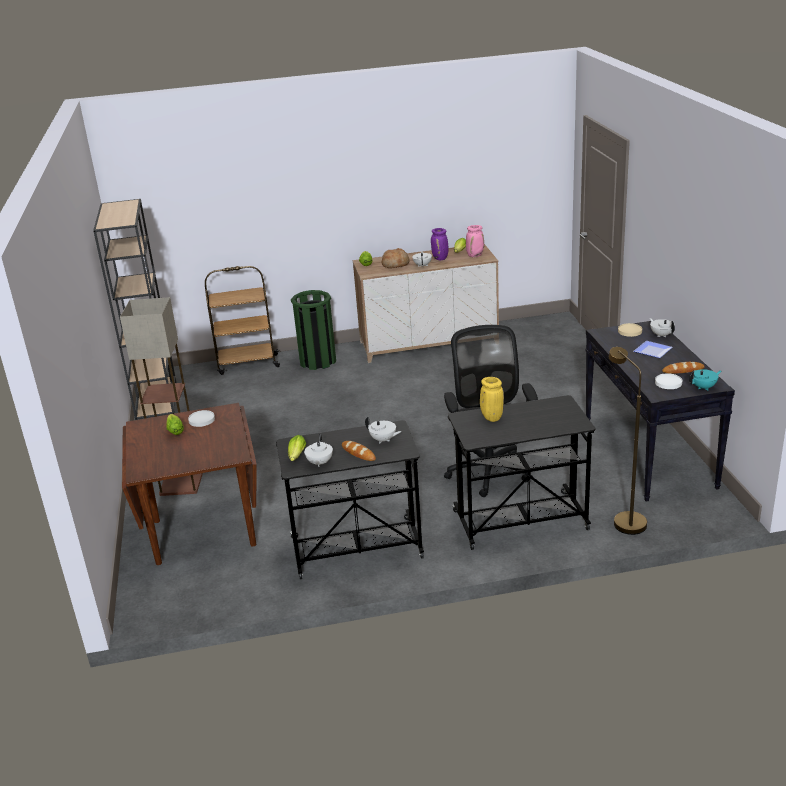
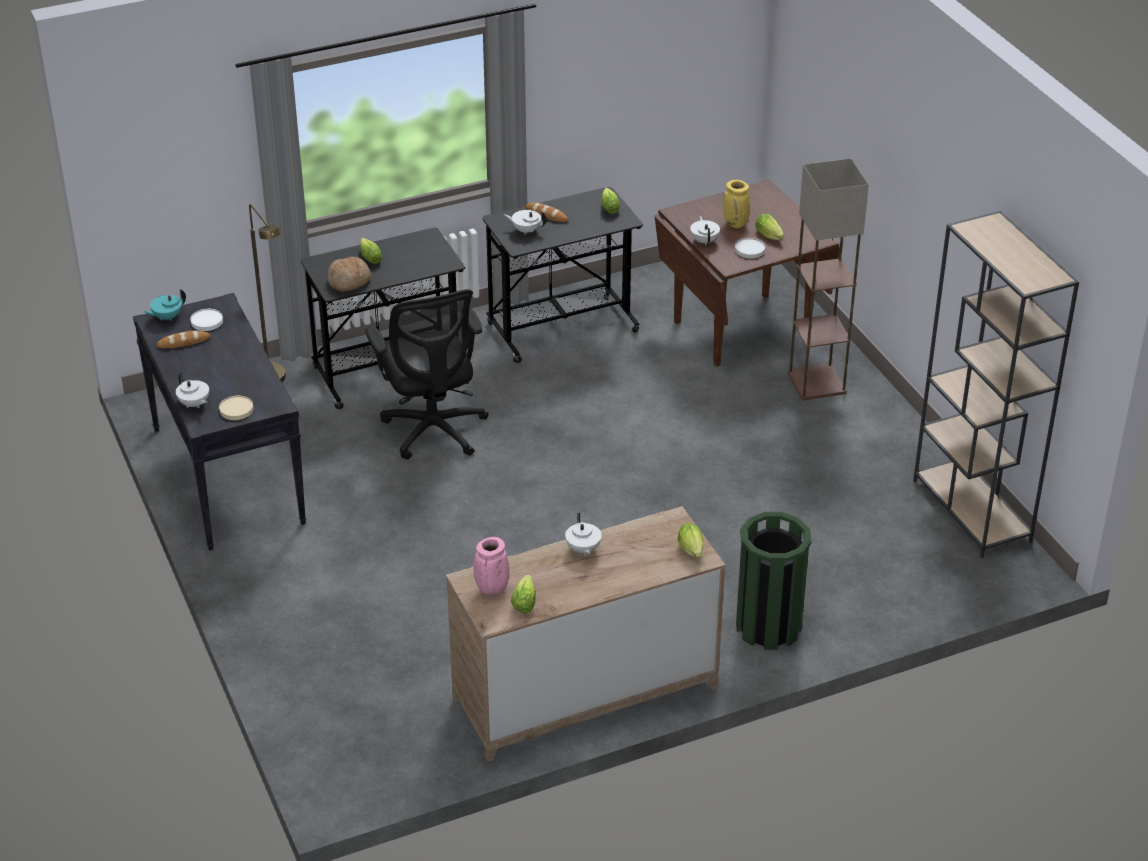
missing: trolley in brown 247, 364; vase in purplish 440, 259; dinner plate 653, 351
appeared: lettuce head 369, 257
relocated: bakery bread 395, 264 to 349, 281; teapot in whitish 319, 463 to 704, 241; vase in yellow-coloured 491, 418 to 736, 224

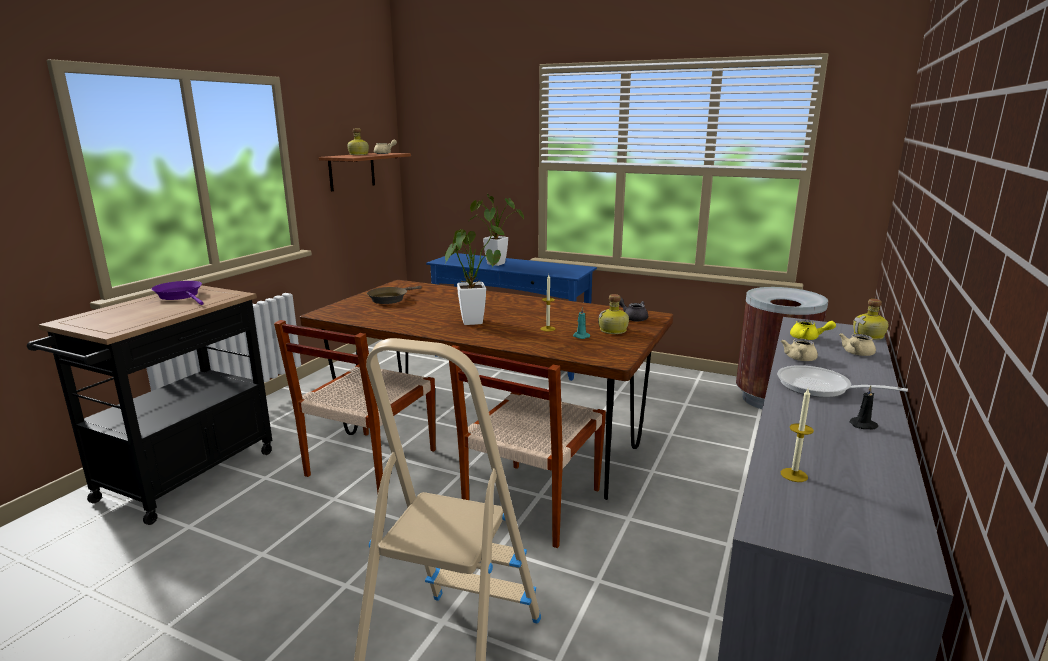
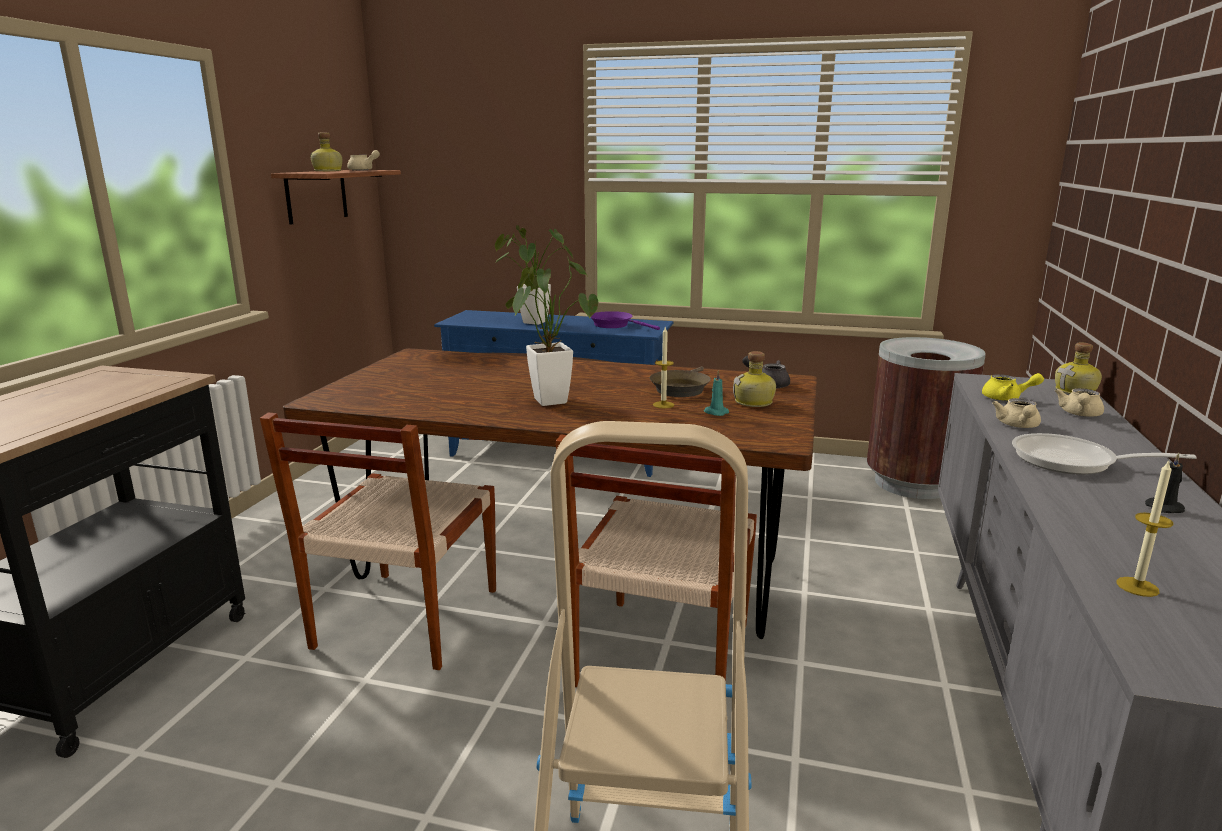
relocated: skillet in purplish 181, 296 to 614, 325; skillet in brown 390, 299 to 681, 389

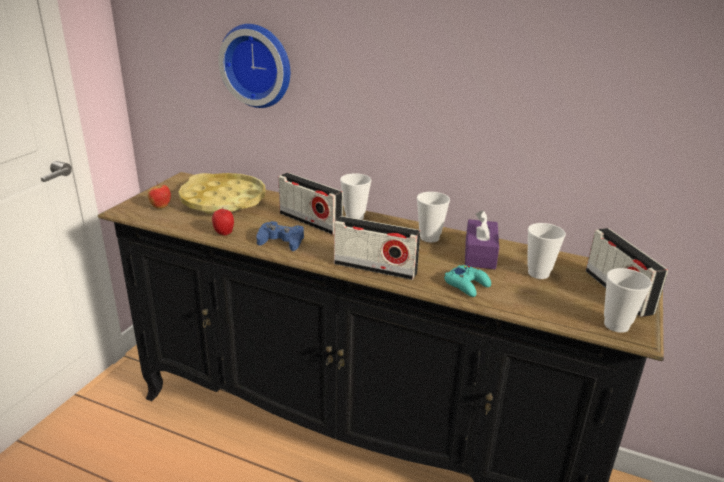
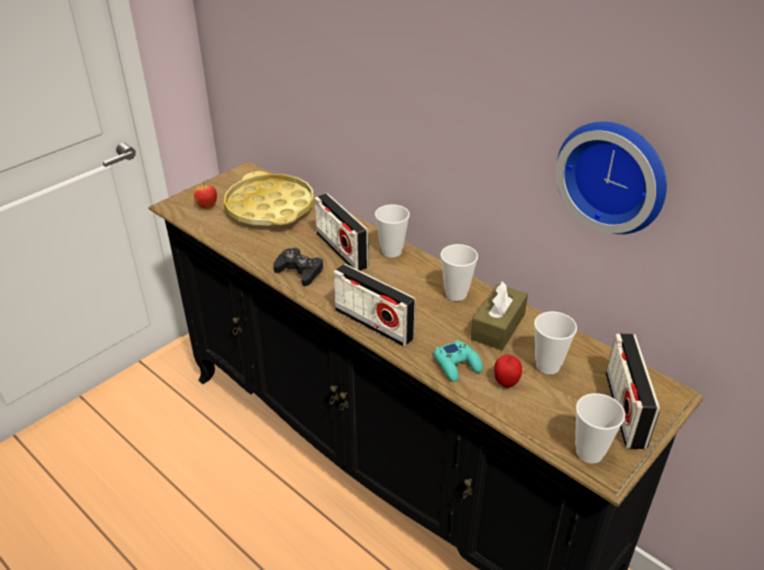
relocated: apple 224, 233 to 506, 383; hanging clock 258, 65 to 614, 175
colour: game controller in blue 281, 241 to game controller in blackish 299, 271; box of tissues in purplish 480, 254 to box of tissues in brown 498, 327

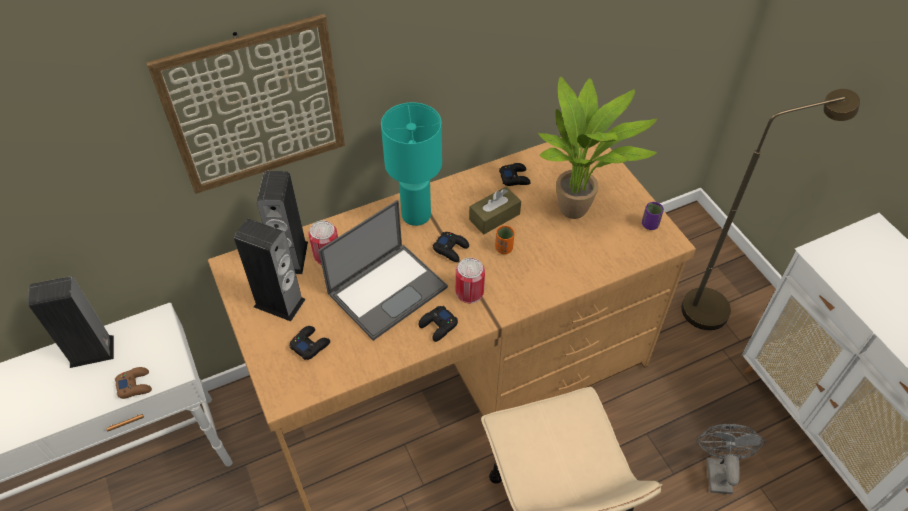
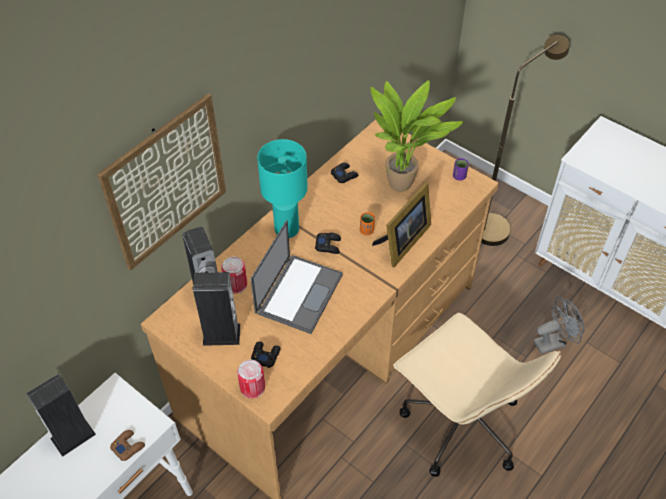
missing: game controller in blackish 438, 326; box of tissues in brown 494, 217
appeared: standing frame 403, 242
relocated: can 469, 292 to 252, 387
spun: fan in grey 717, 470 = 553, 342 90 degrees clockwise

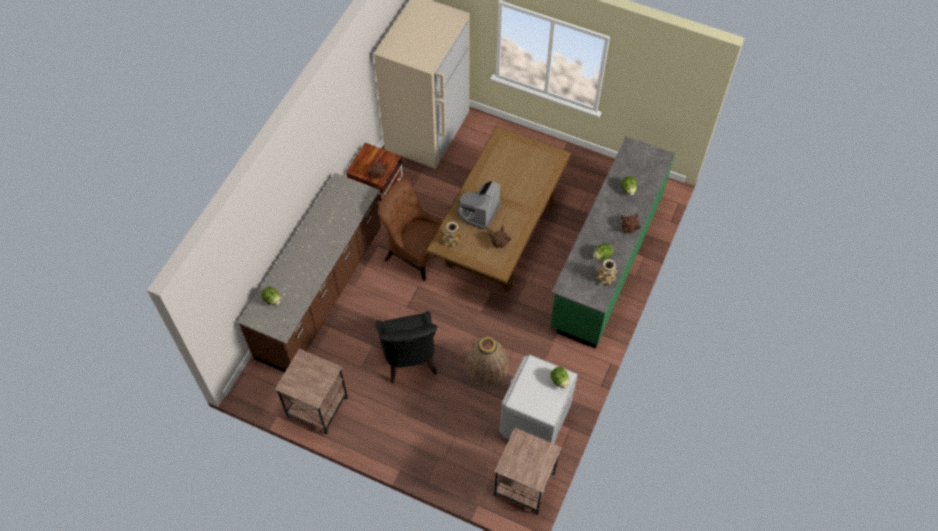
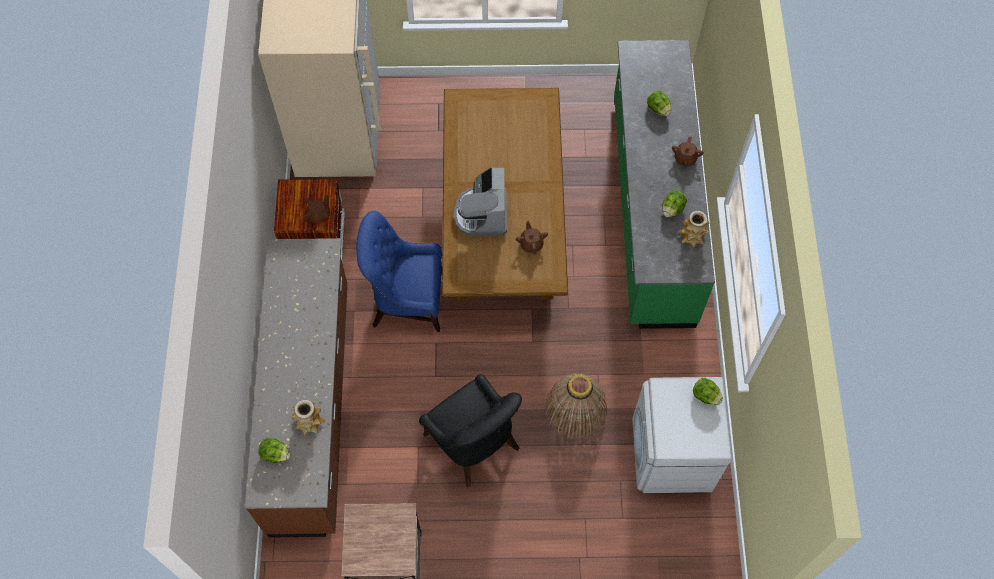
missing: trolley in brown 524, 485
relocated: vase 451, 240 to 309, 422
colour: chair in brown 414, 253 to chair in blue 407, 300

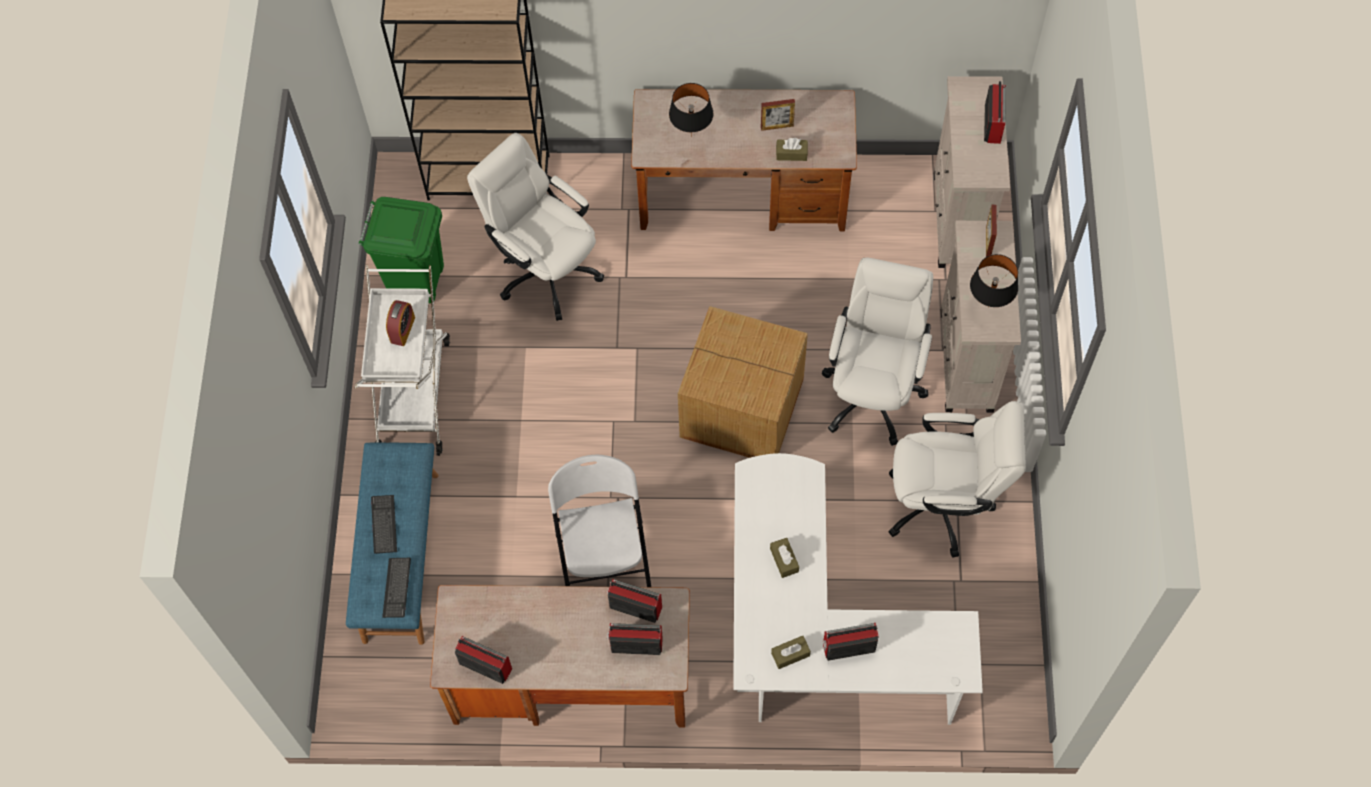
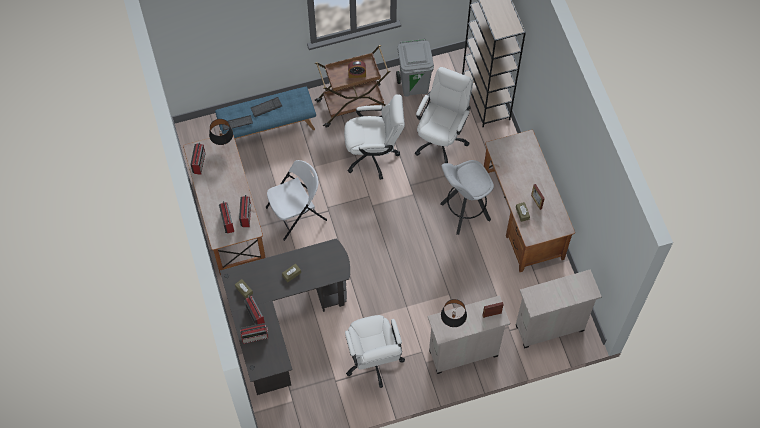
missing: packing box 743, 410
appeared: sitting stool in grey 463, 212
relocated: lamp for a table in blackish 692, 136 to 223, 145; radio set 993, 123 to 255, 337; computer chair in whitish 872, 393 to 374, 156
colour: desk unit in whitish 816, 641 to desk unit in blackish 281, 321; trolley in whitish 415, 394 to trolley in brown 353, 106; rubbish bin in greenish 416, 281 to rubbish bin in grey 414, 85

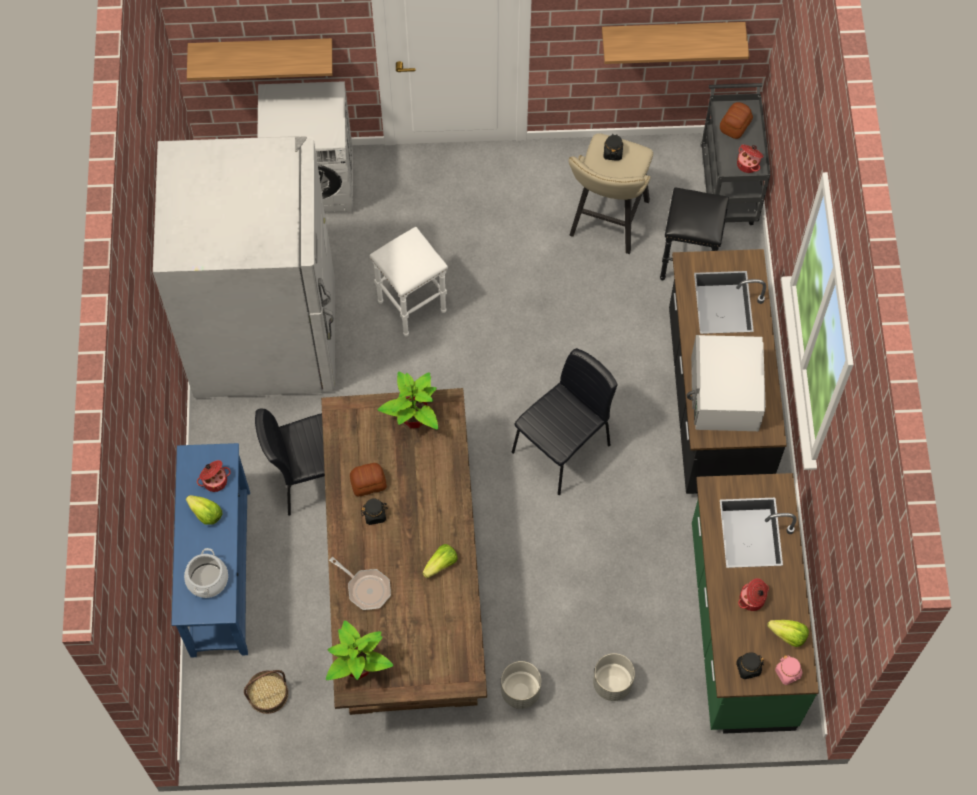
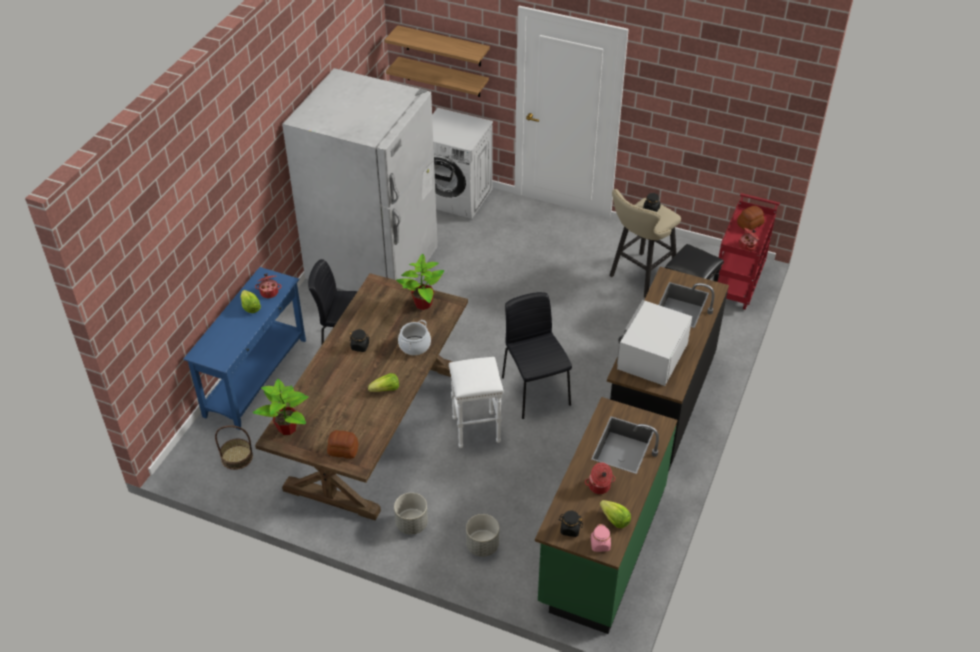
missing: skillet 366, 588
relocated: bakery bread 368, 483 to 343, 450; wall shelf 672, 34 to 443, 46; cooking pot 207, 580 to 414, 346; sitting stool in whitish 412, 304 to 477, 428
colour: trolley in grey 727, 187 to trolley in reddish 738, 284
spun: chair in blackish 563, 446 = 534, 389 90 degrees counterclockwise

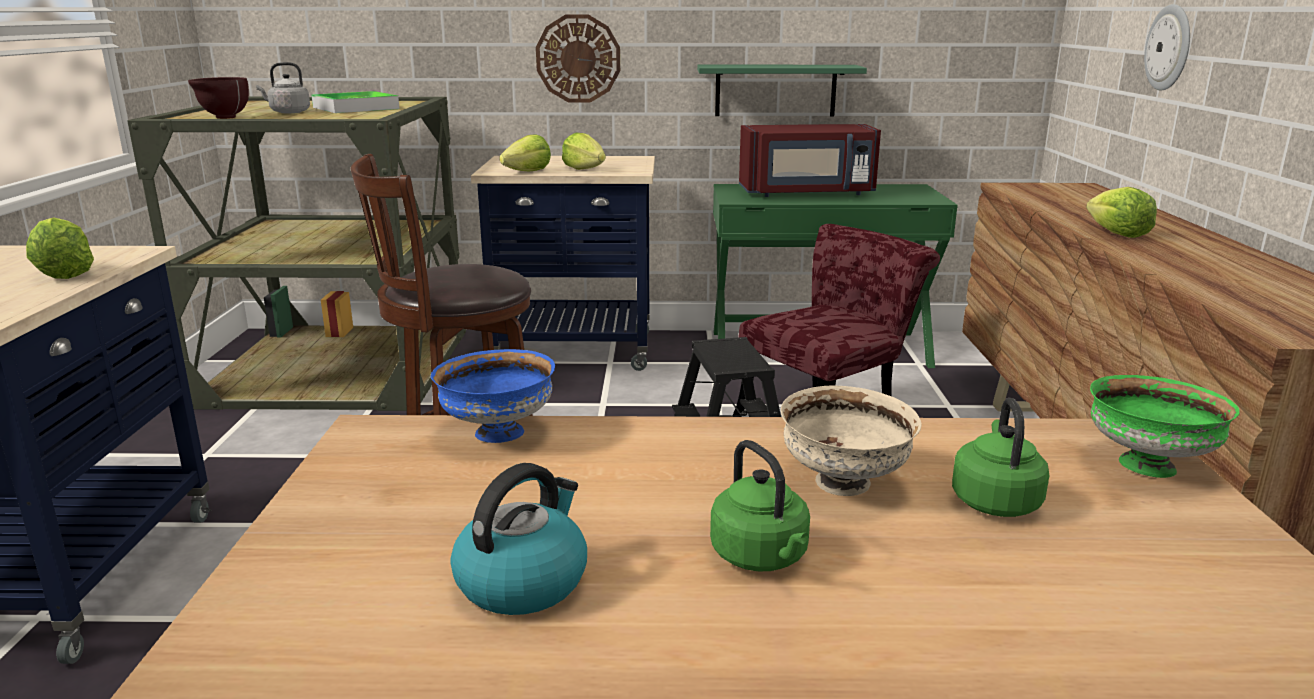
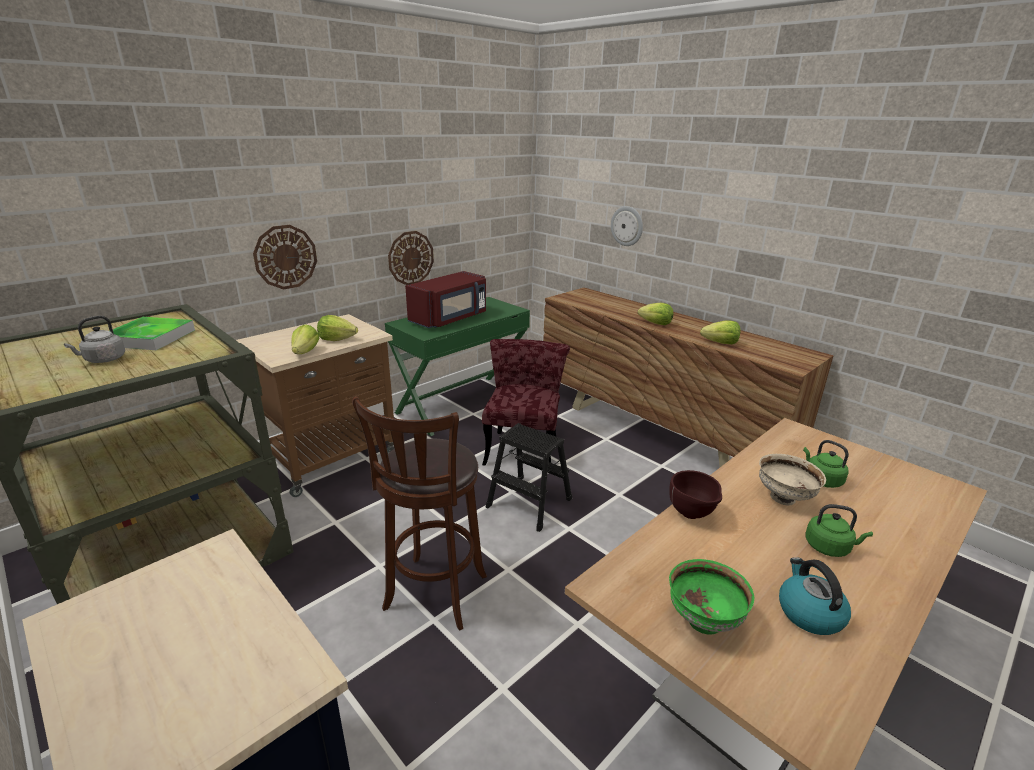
missing: deep dish in blue 497, 433
relocated: deep dish in brown 223, 118 to 692, 515; deep dish in greenish 1146, 465 to 702, 621; lettuce head 65, 274 to 720, 343
exchanged: wall shelf in greenish 775, 90 to hanging clock 410, 258
colour: trolley in blue 574, 351 to trolley in brown 331, 459

